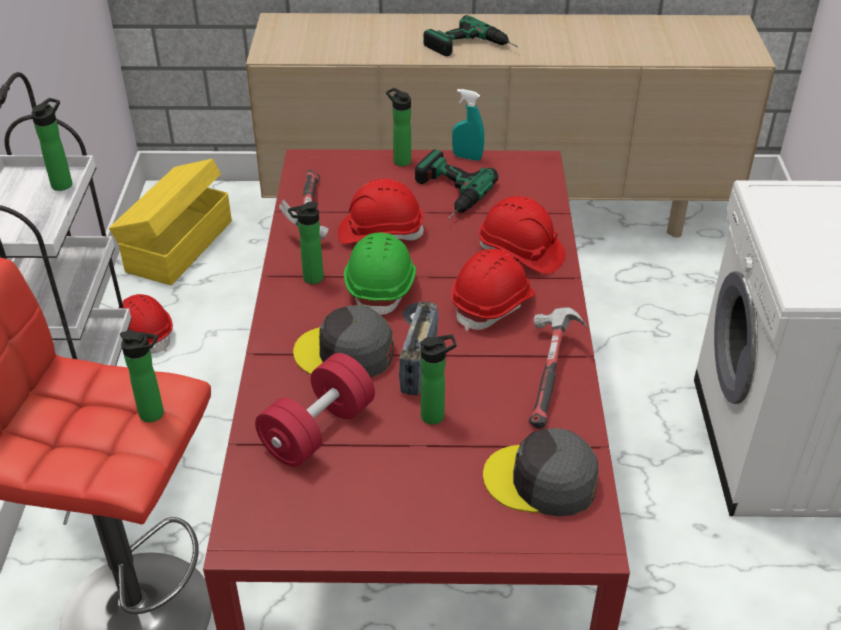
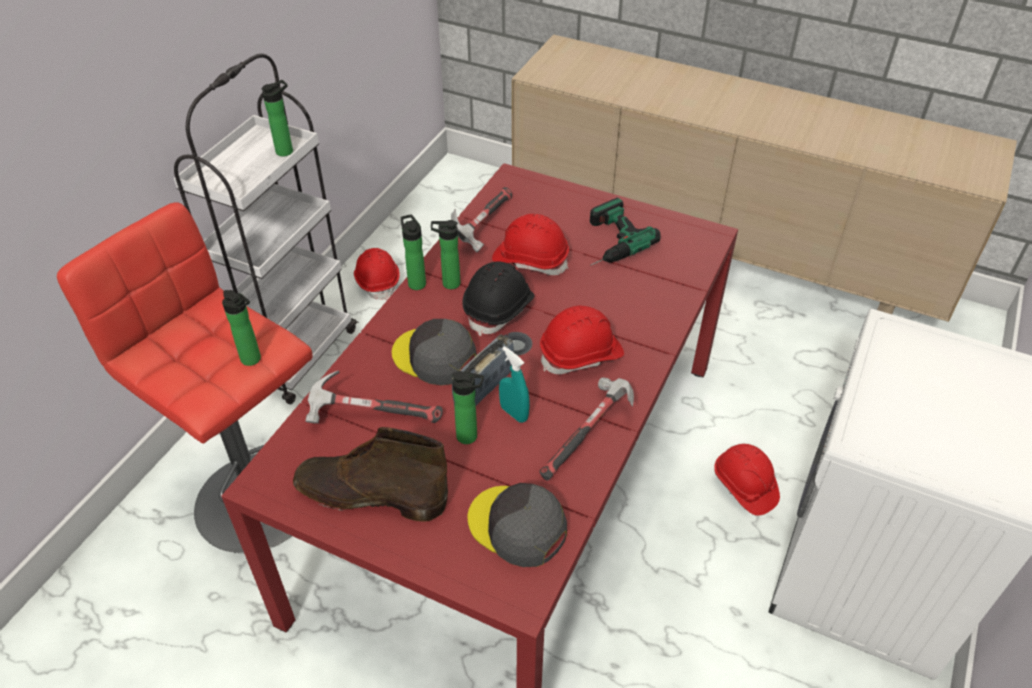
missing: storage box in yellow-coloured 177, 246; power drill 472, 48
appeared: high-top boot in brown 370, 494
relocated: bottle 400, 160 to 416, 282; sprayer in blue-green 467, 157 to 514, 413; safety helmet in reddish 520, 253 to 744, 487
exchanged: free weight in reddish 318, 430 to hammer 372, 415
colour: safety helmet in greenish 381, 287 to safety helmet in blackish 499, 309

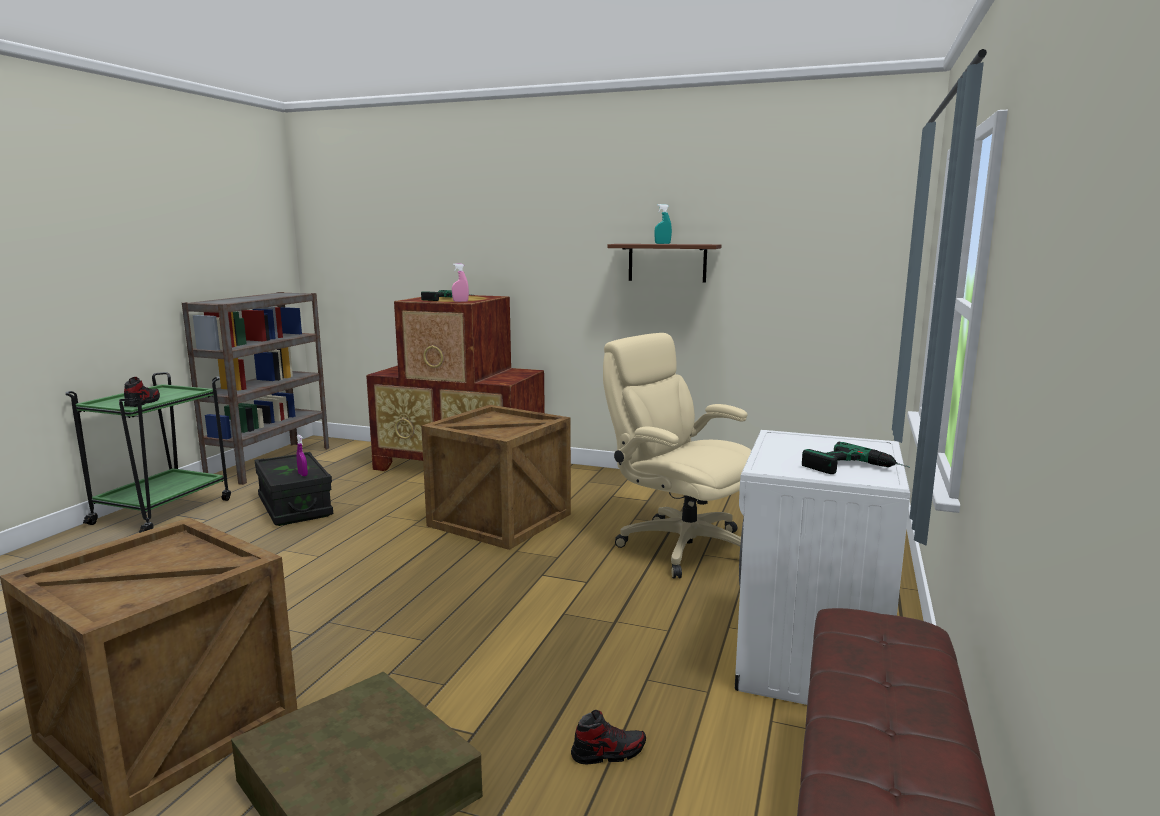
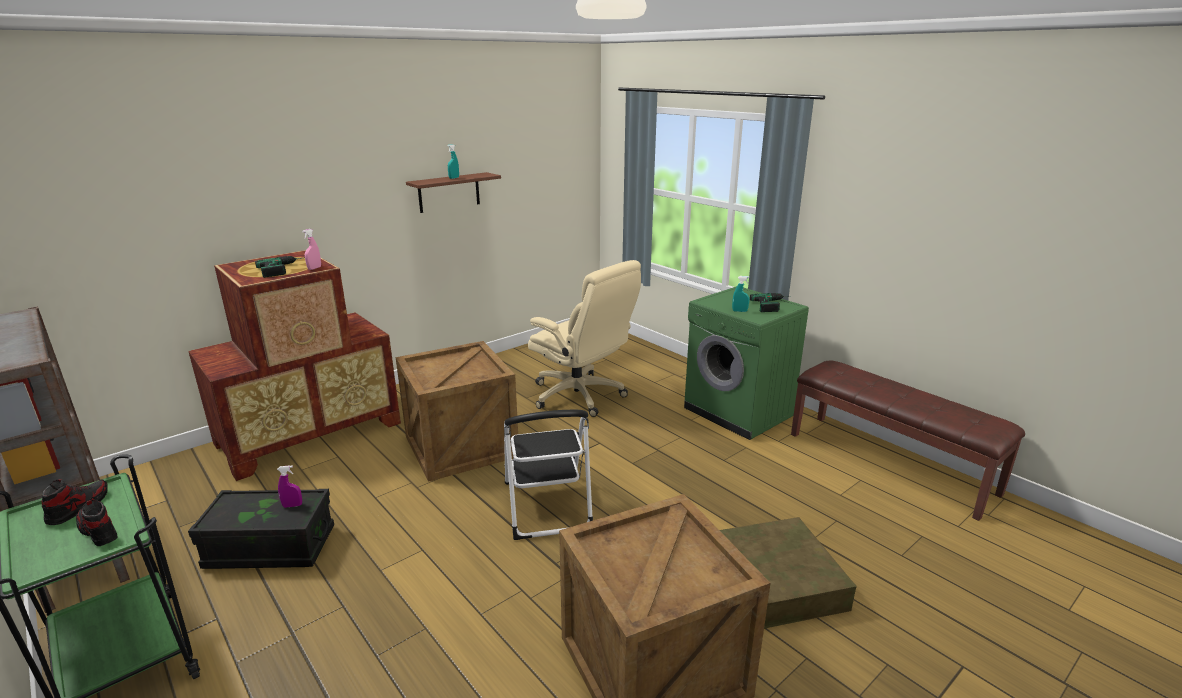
appeared: step stool 546, 507; sprayer in blue-green 739, 311
relocated: shoe 608, 753 to 79, 507
colour: laundry appliance in whitish 806, 660 to laundry appliance in greenish 737, 413
spun: computer chair in beige 679, 544 = 582, 397 120 degrees counterclockwise

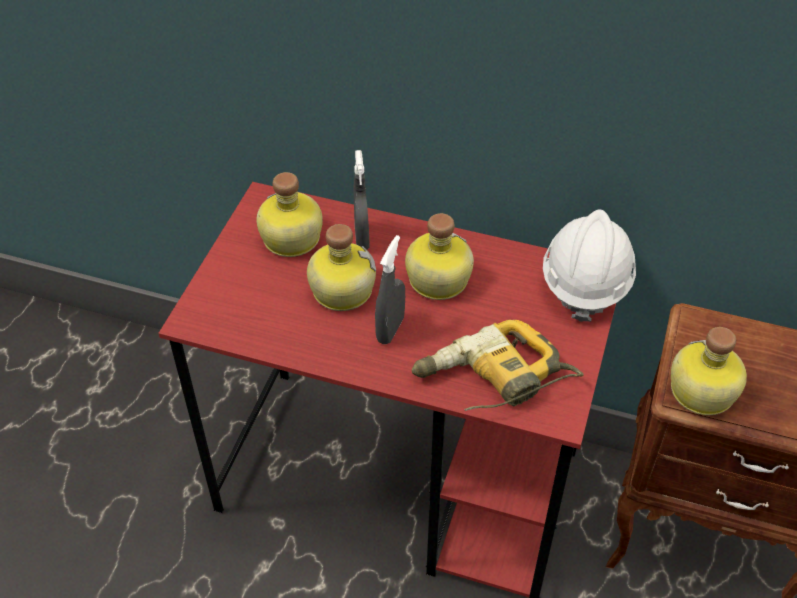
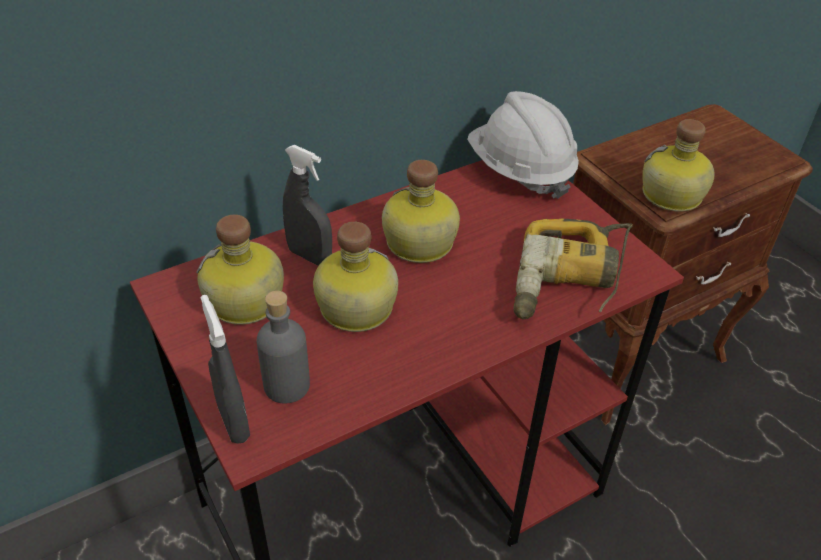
appeared: bottle in grey 287, 385
relocated: sprayer in grey 390, 329 to 233, 422

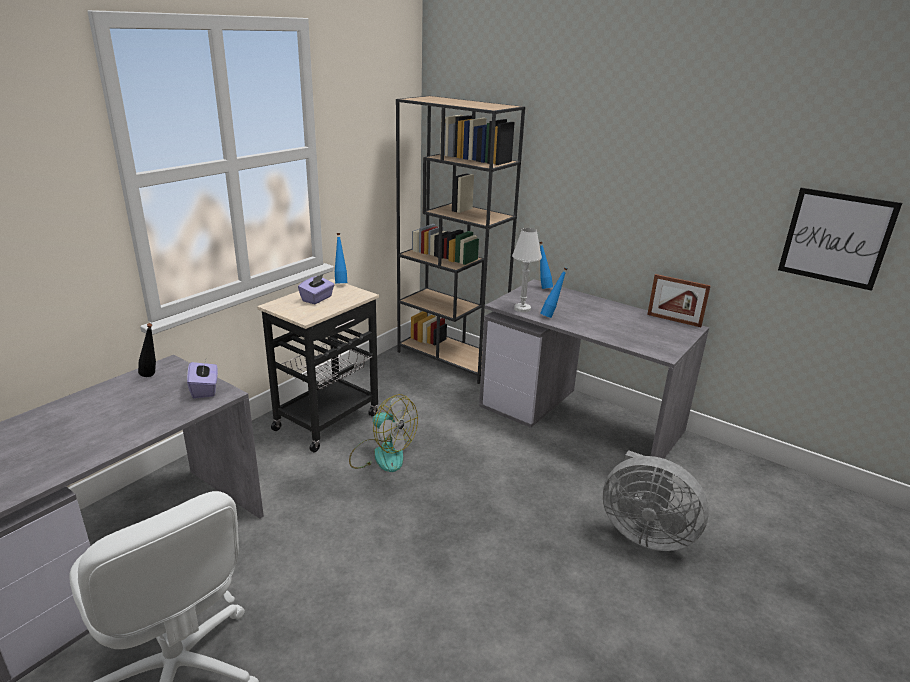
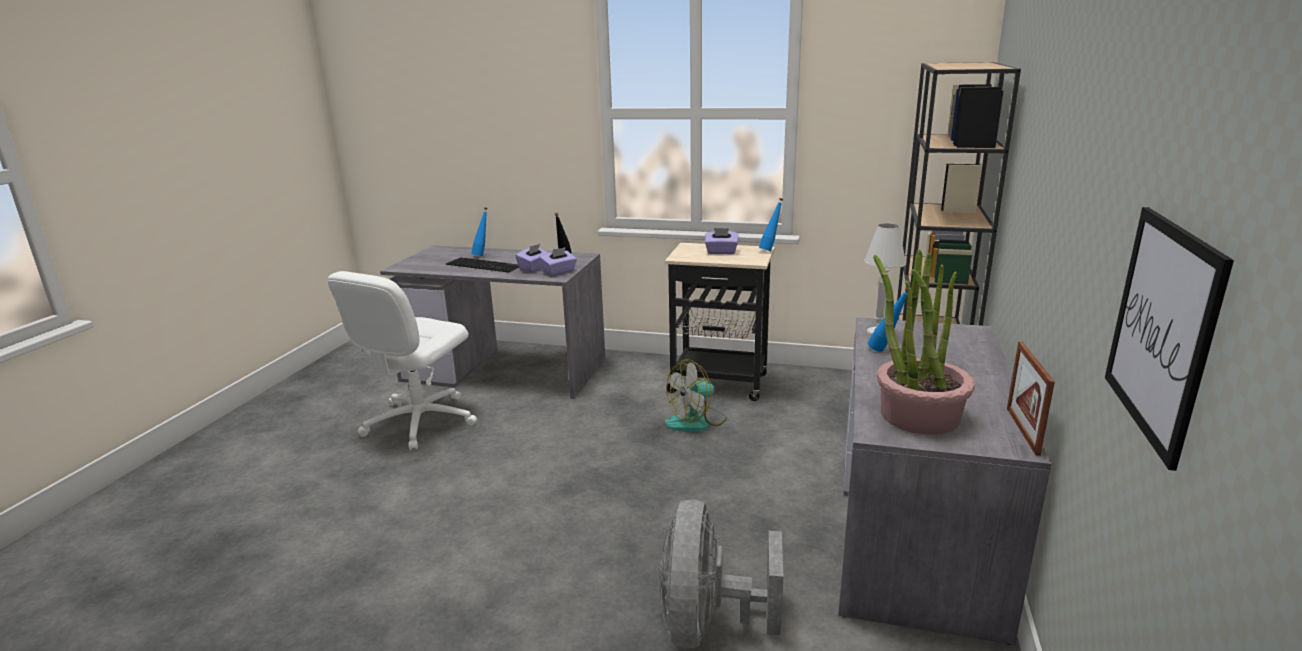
appeared: keyboard 485, 265; box of tissues in purplish 534, 268; plant in a pot 918, 415
relocated: bottle in blue 543, 287 to 482, 255
spun: fan 381, 454 = 696, 422 45 degrees clockwise

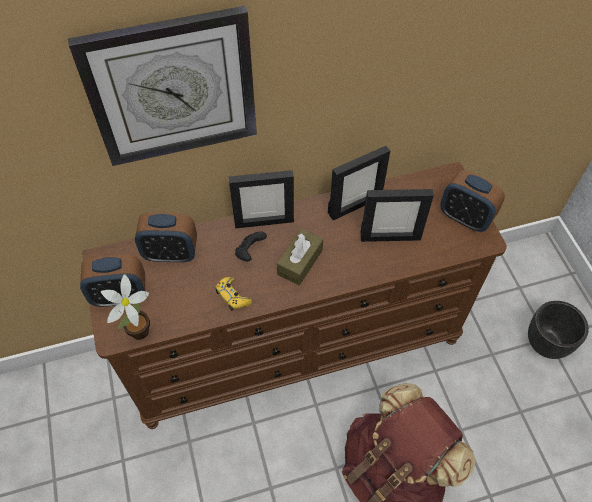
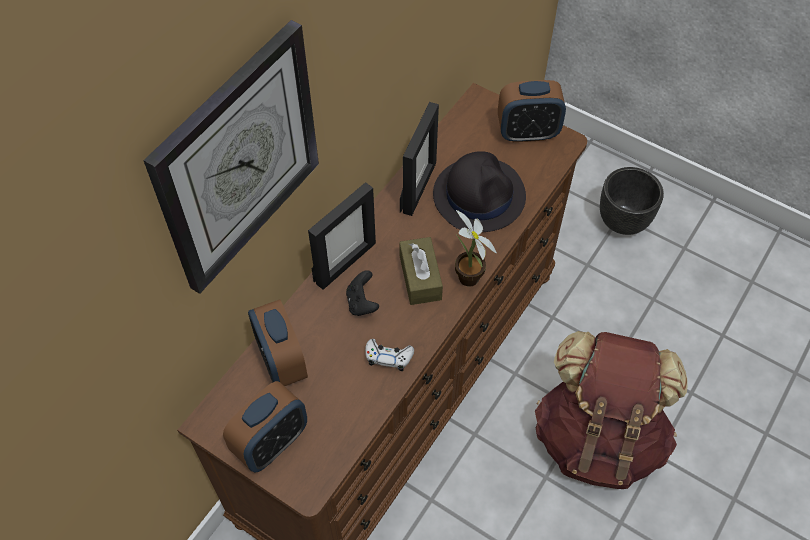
relocated: plant in a pot 137, 334 to 469, 281
exchanged: standing frame 390, 236 to wearable hat in blackish 479, 195
colour: game controller in yellow-coloured 233, 296 to game controller in whitish 388, 357
spun: bedside clock 171, 253 = 281, 362 105 degrees clockwise

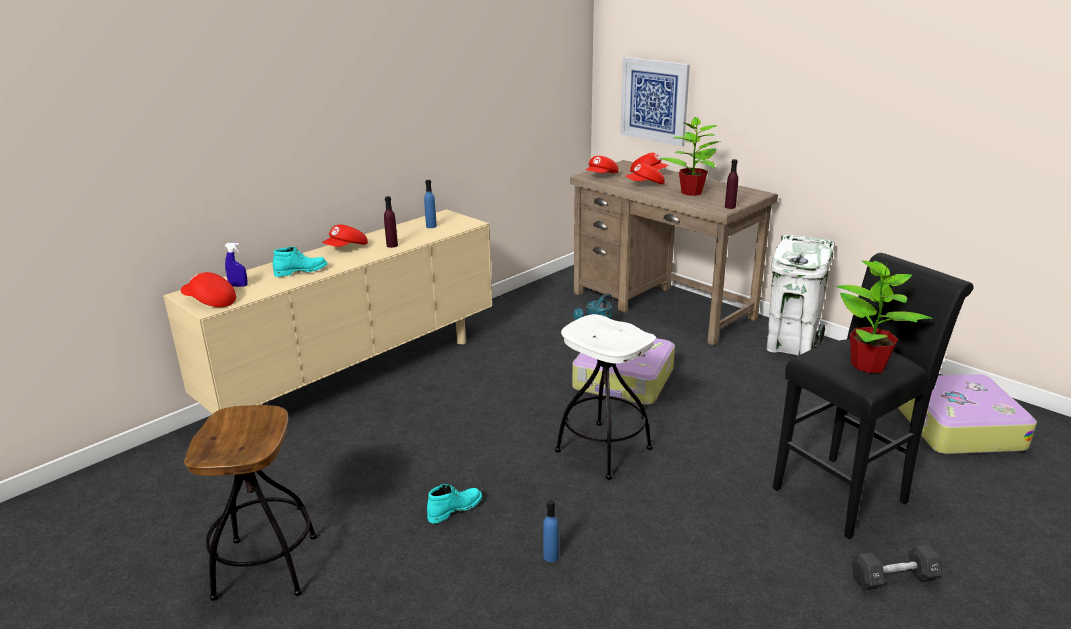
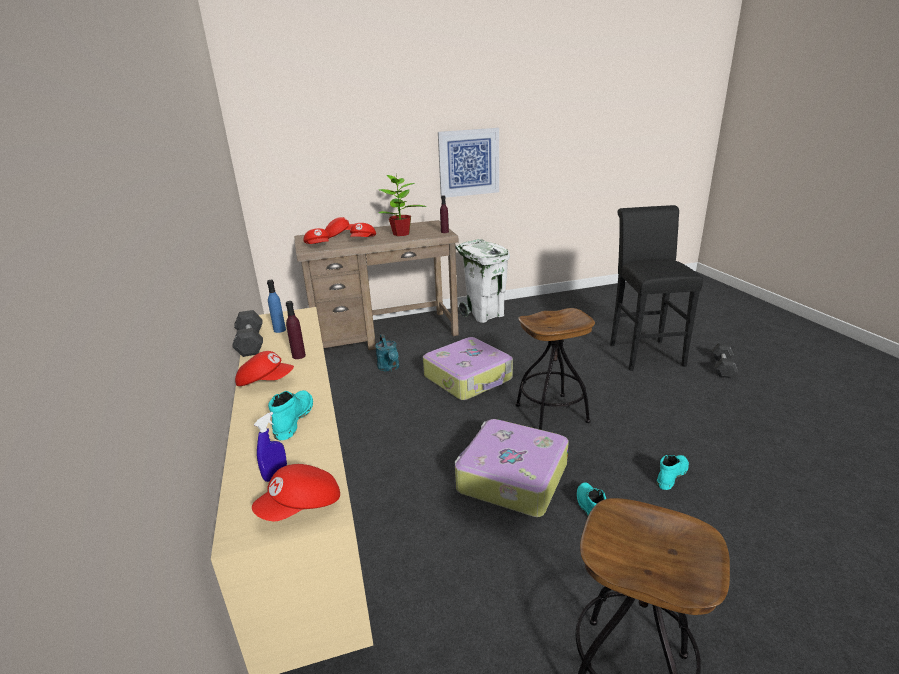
missing: plant in a pot 869, 366
appeared: free weight in blackish 250, 343
relocated: picture 654, 100 to 469, 162; piece of luggage 956, 427 to 511, 478
exchanged: bottle in blue 551, 556 to high-top boot in blue-green 671, 475
colour: sitting stool in whitish 603, 449 to sitting stool in brown 551, 413
spun: cap in reddish 346, 248 = 266, 381 60 degrees counterclockwise

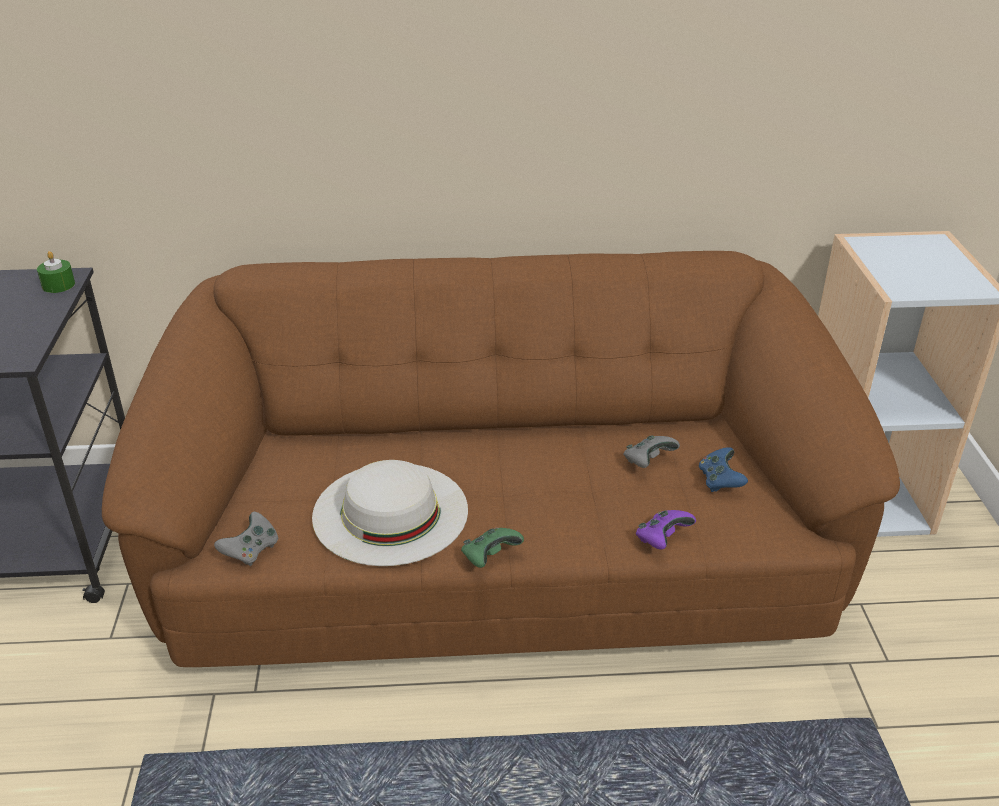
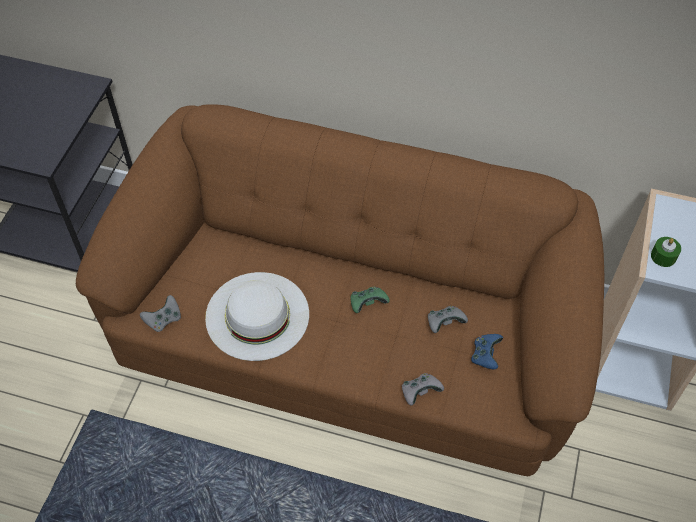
relocated: game controller in greenish 490, 557 to 367, 304; wax light in greenish 58, 285 to 663, 256
colour: game controller in purplish 662, 539 to game controller in grey 420, 392

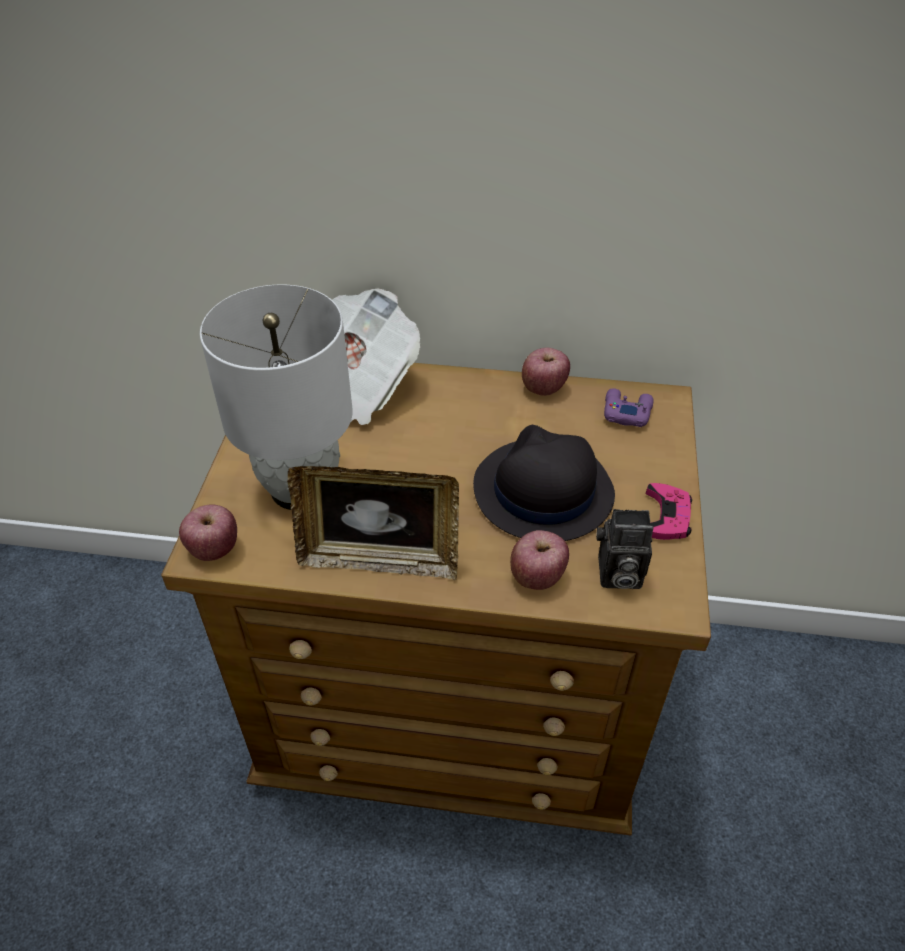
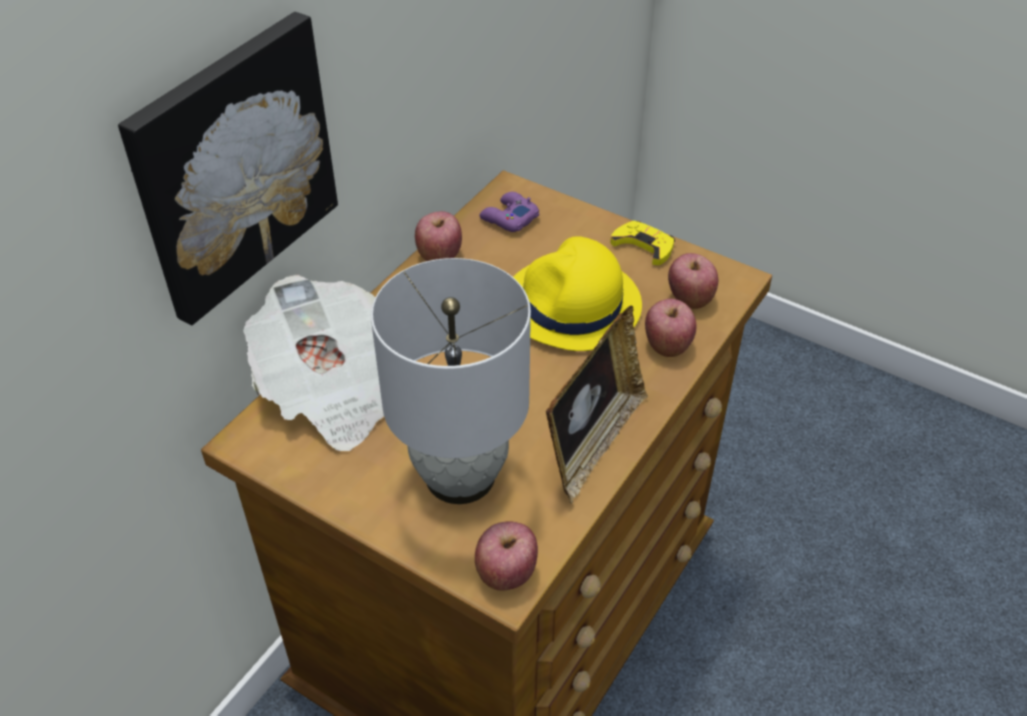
appeared: picture 232, 166
exchanged: still camera 617, 575 to apple 690, 298
colour: wearable hat in blackish 542, 491 to wearable hat in yellow-coloured 572, 306; game controller in pink 666, 516 to game controller in yellow-coloured 644, 246

